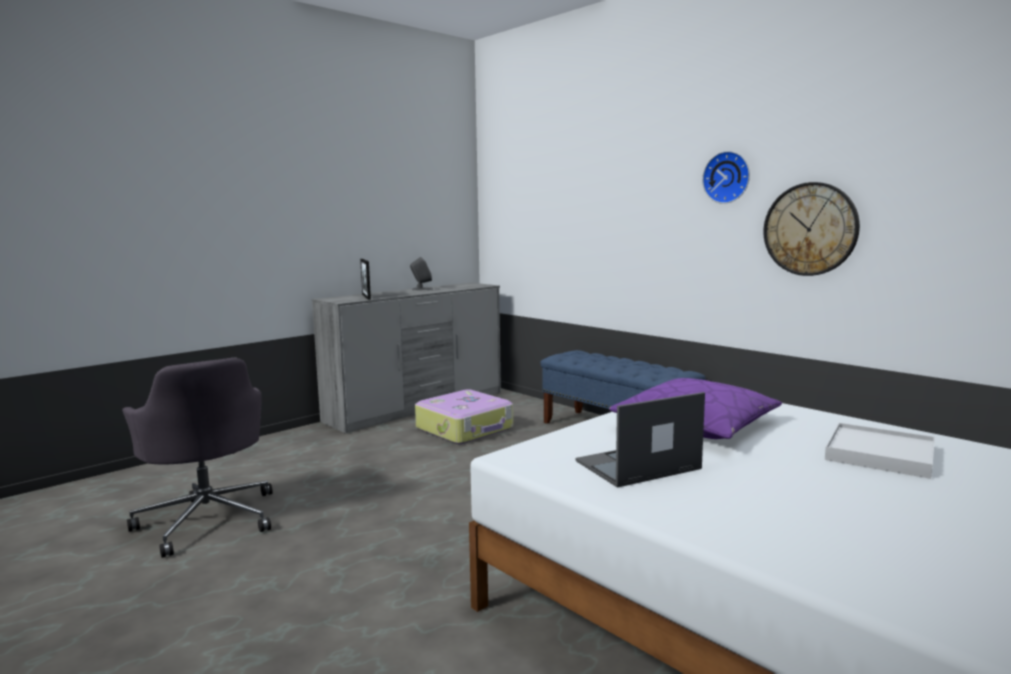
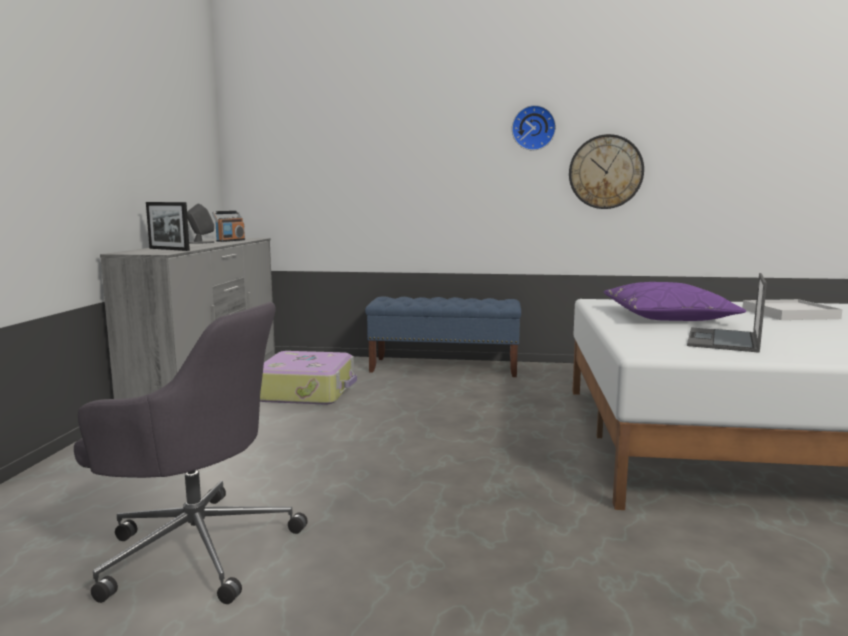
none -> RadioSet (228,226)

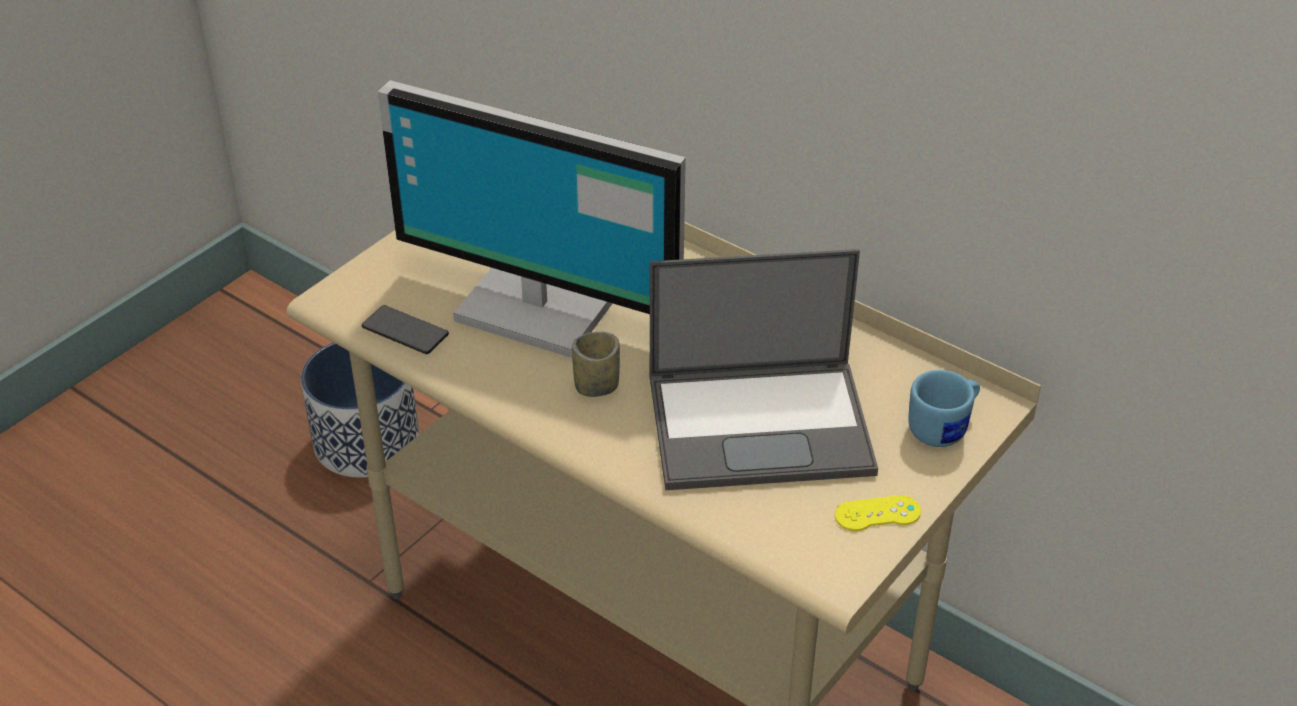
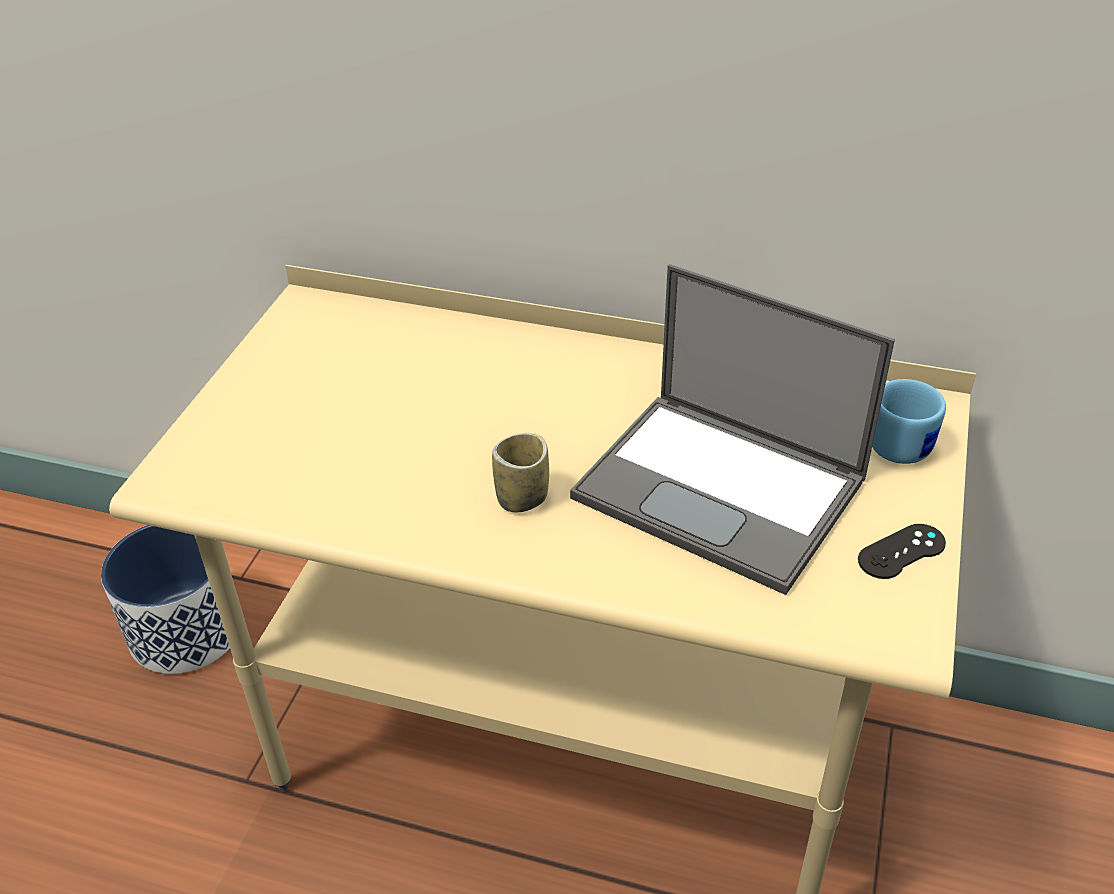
Handset (405,329) -> none
Monitor (532,219) -> none
NotebookComputer (764,369) -> NotebookComputer (732,429), 60 degrees clockwise
YellowishGamepad (878,513) -> BlackColouredGamepad (902,551)

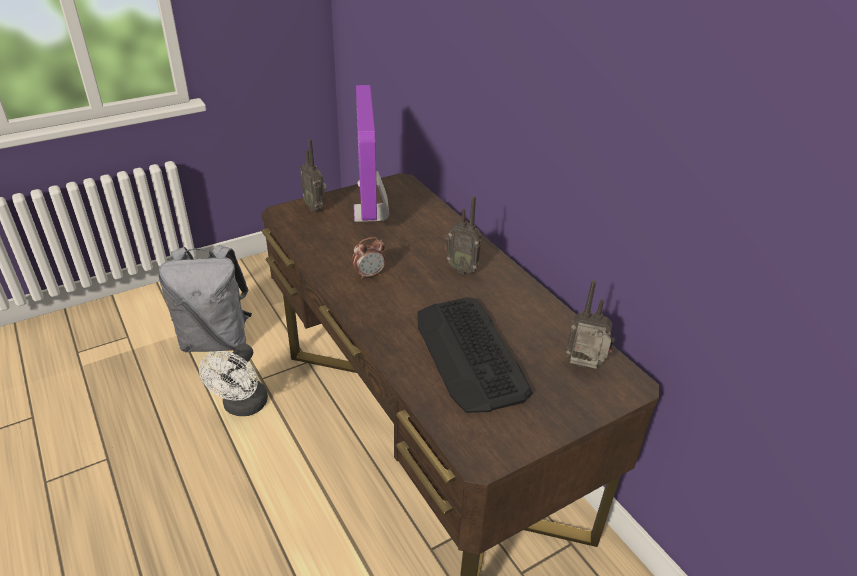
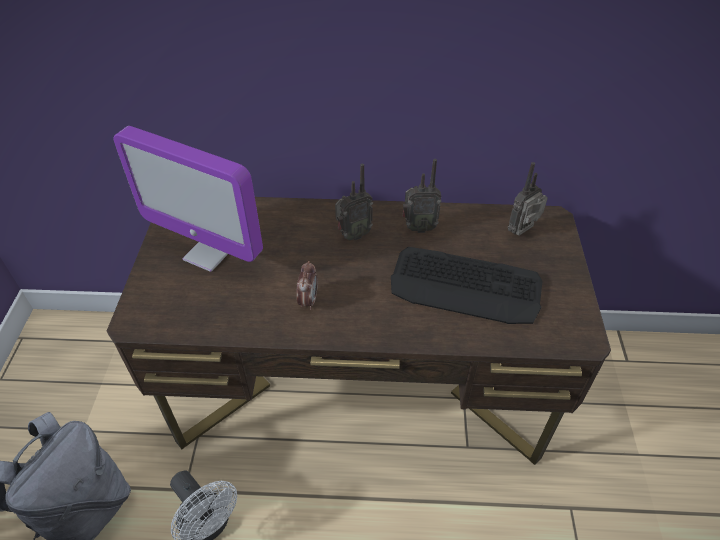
RadioSet (313,175) -> RadioSet (422,196), move

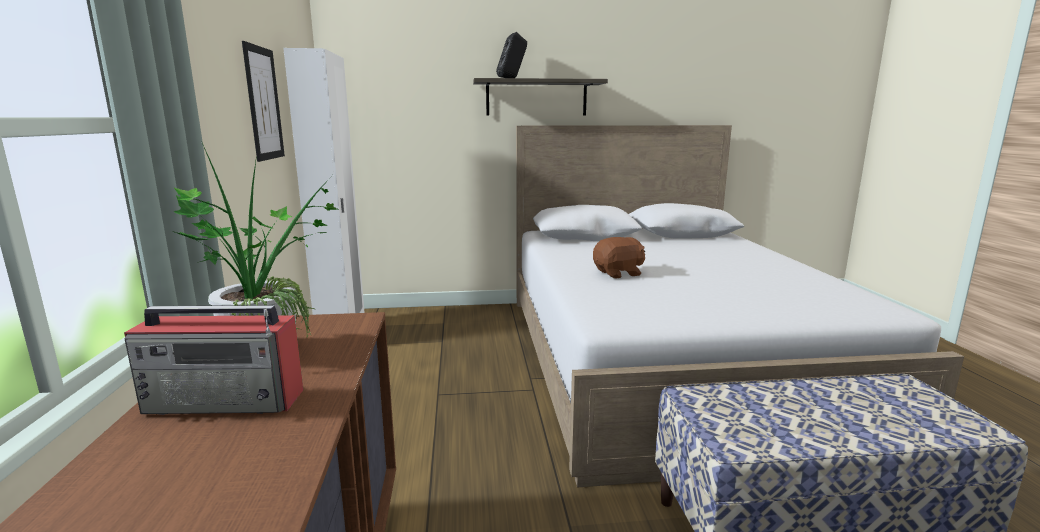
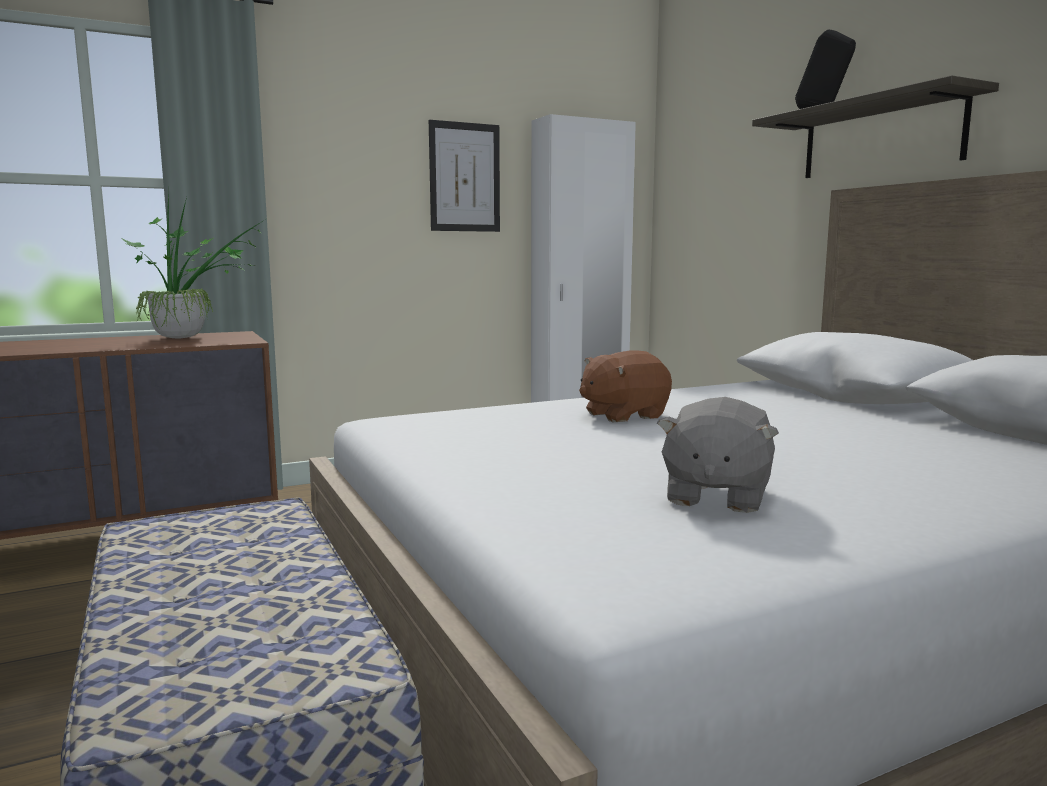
RadioSet (213,360) -> none
BrownSoftToy (619,258) -> BrownSoftToy (625,386), 105 degrees clockwise
none -> GraySoftToy (718,455)

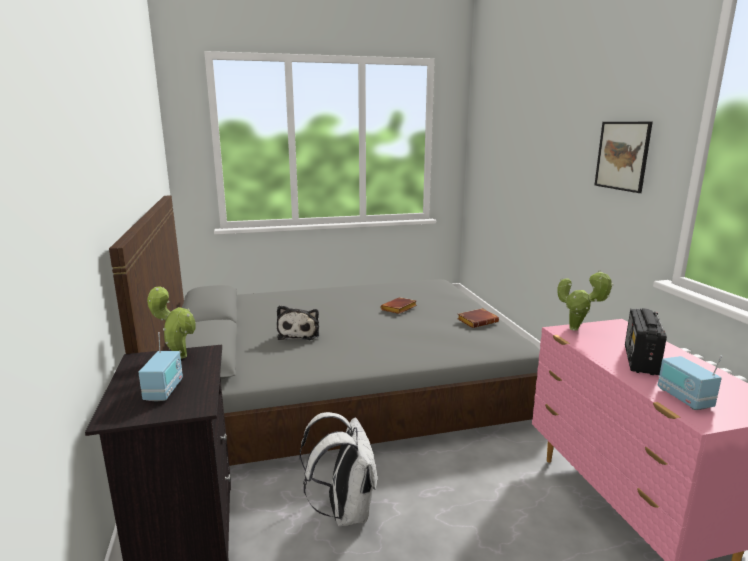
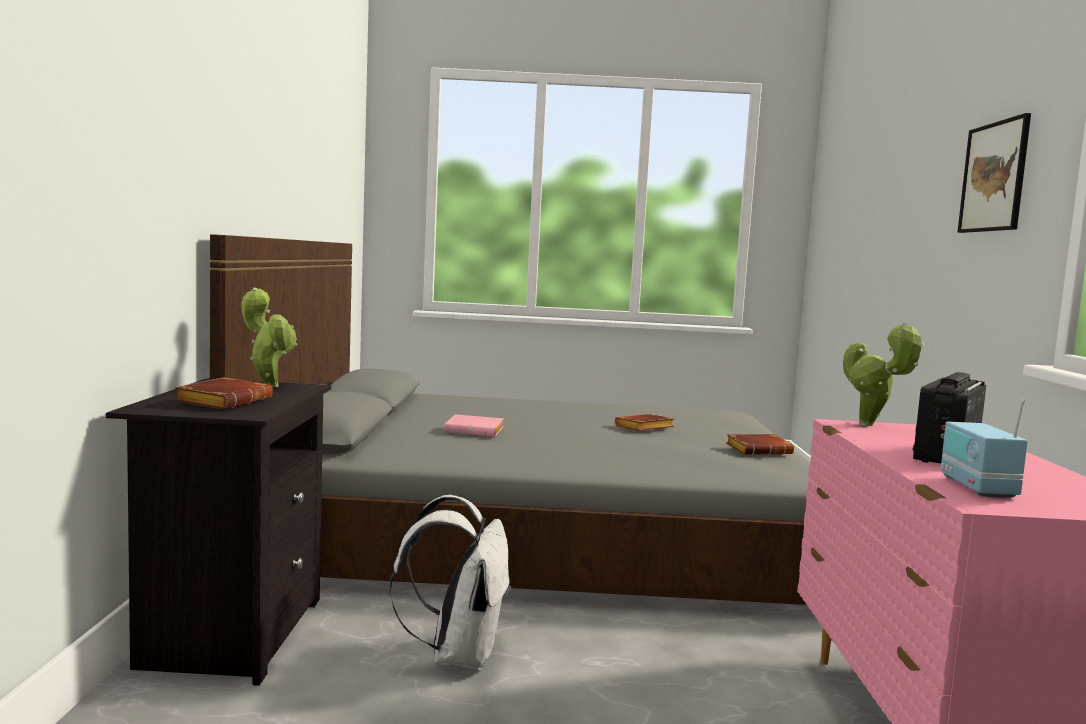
RadioSet (160,366) -> BrownBoundBook (224,393)
SoftToy (298,322) -> PinkishBoundBook (473,425)

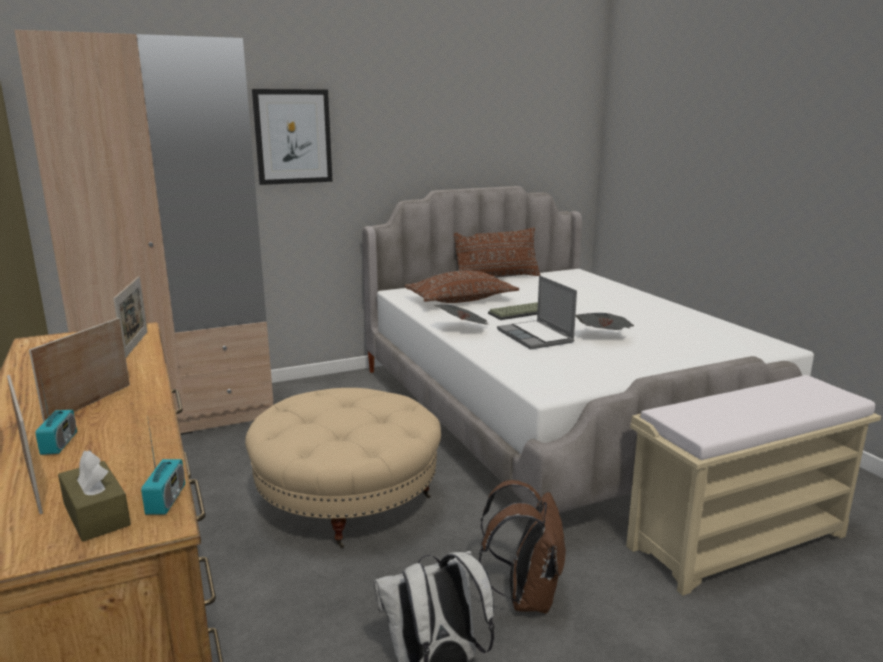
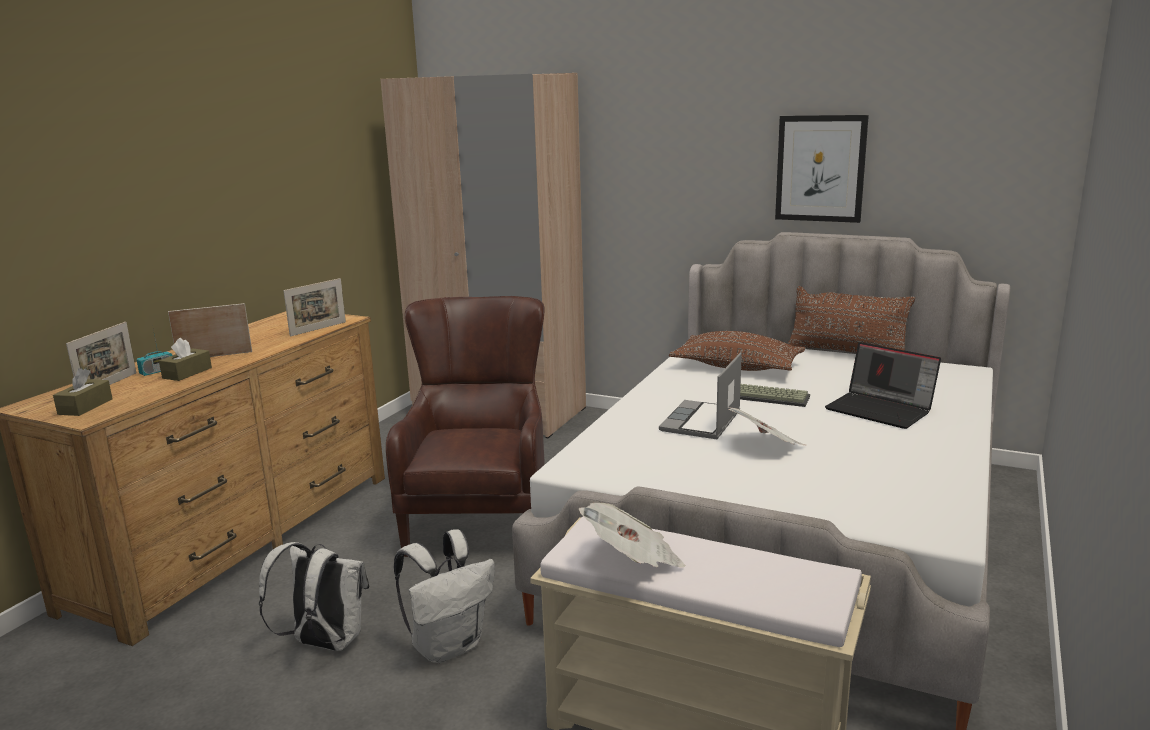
RadioSet (163,468) -> none
BeigeColouredPouffe (343,468) -> BrownEasyChair (465,426)
WallPicture (292,137) -> WallPicture (822,169), move
DailyPaper (461,314) -> DailyPaper (632,535), move
BrownRucksack (522,547) -> WhiteRucksack (444,596)
none -> BrownTissueHolder (185,359)
none -> NotebookComputer (883,385)

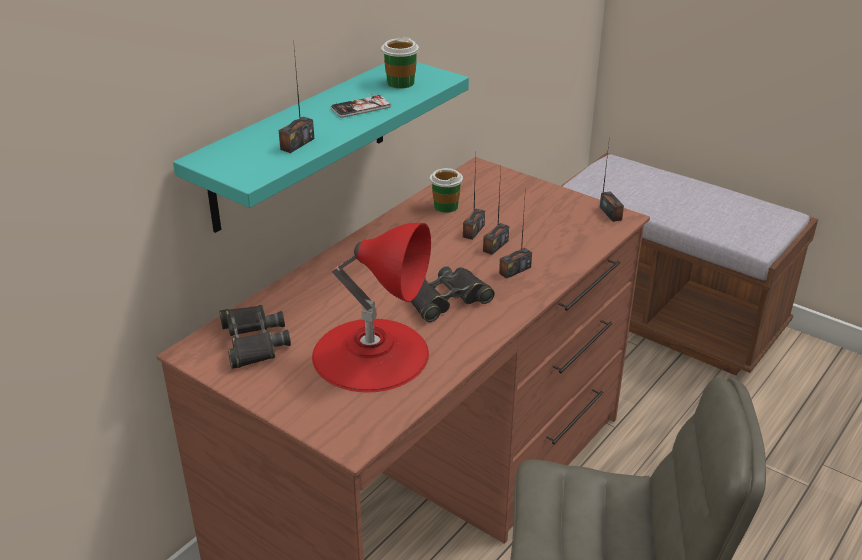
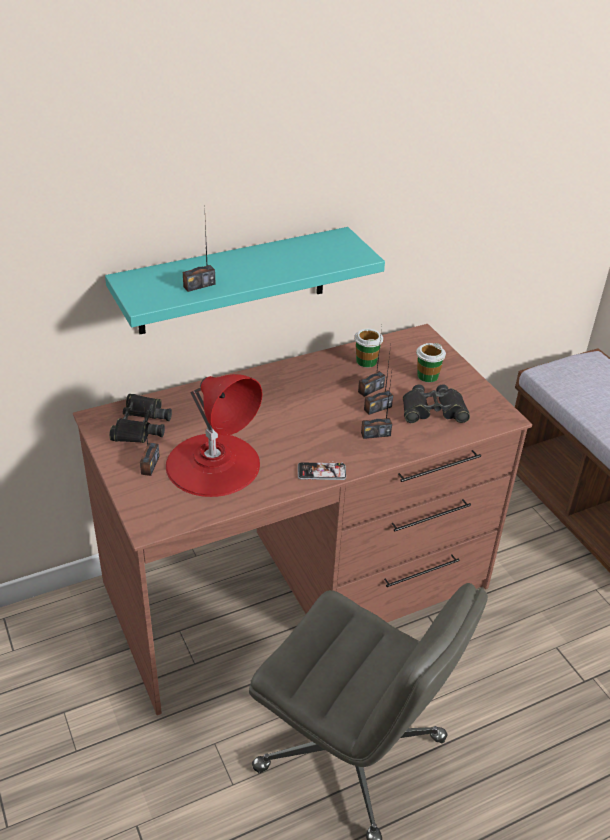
Handset (360,105) -> Handset (322,471), move
DrinkingCup (400,62) -> DrinkingCup (431,362), move
BlackColouredPairOfBinoculars (453,294) -> BlackColouredPairOfBinoculars (436,403), move
RadioSet (612,179) -> RadioSet (150,439), move

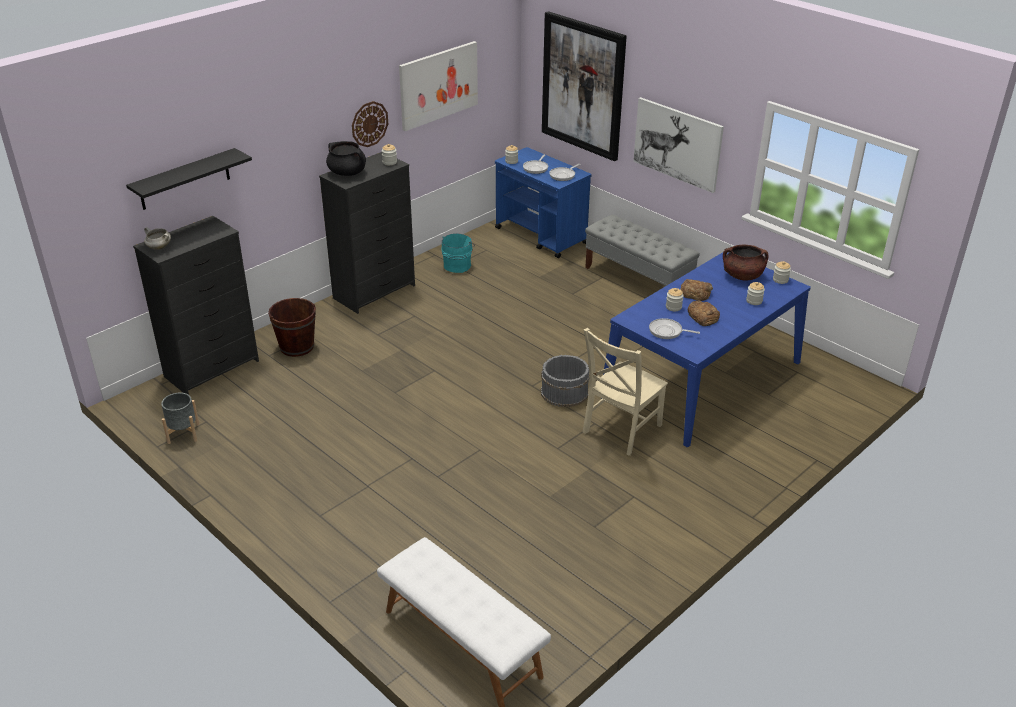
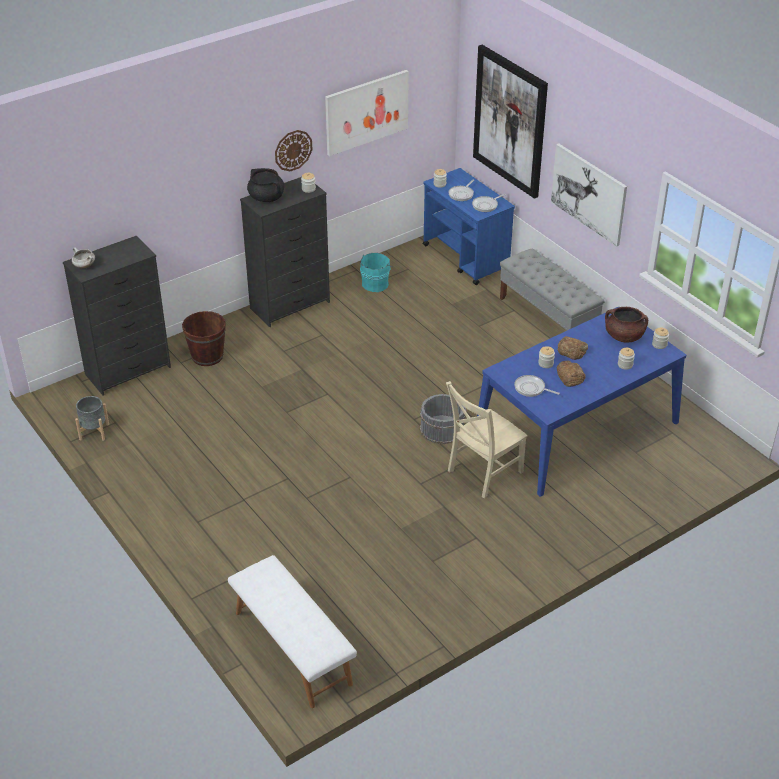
BlackColouredShelf (189,179) -> none

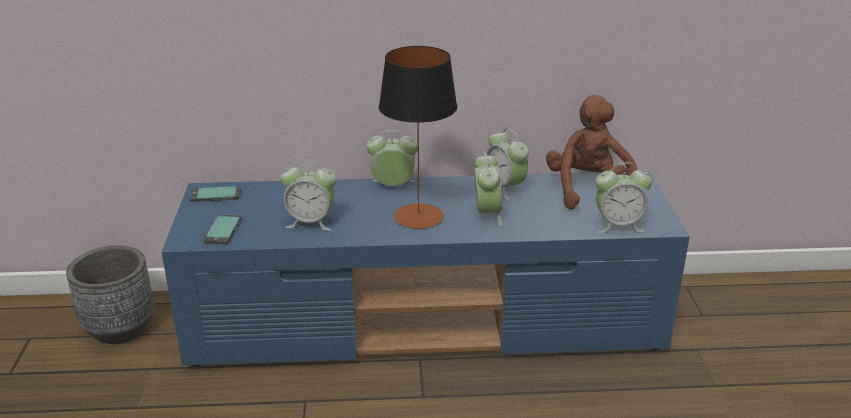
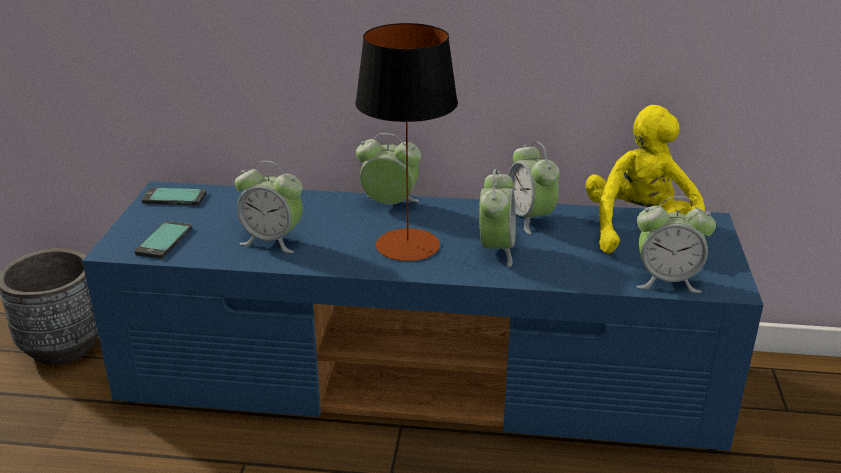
BrownSoftToy (591,152) -> YellowishSoftToy (645,179)

